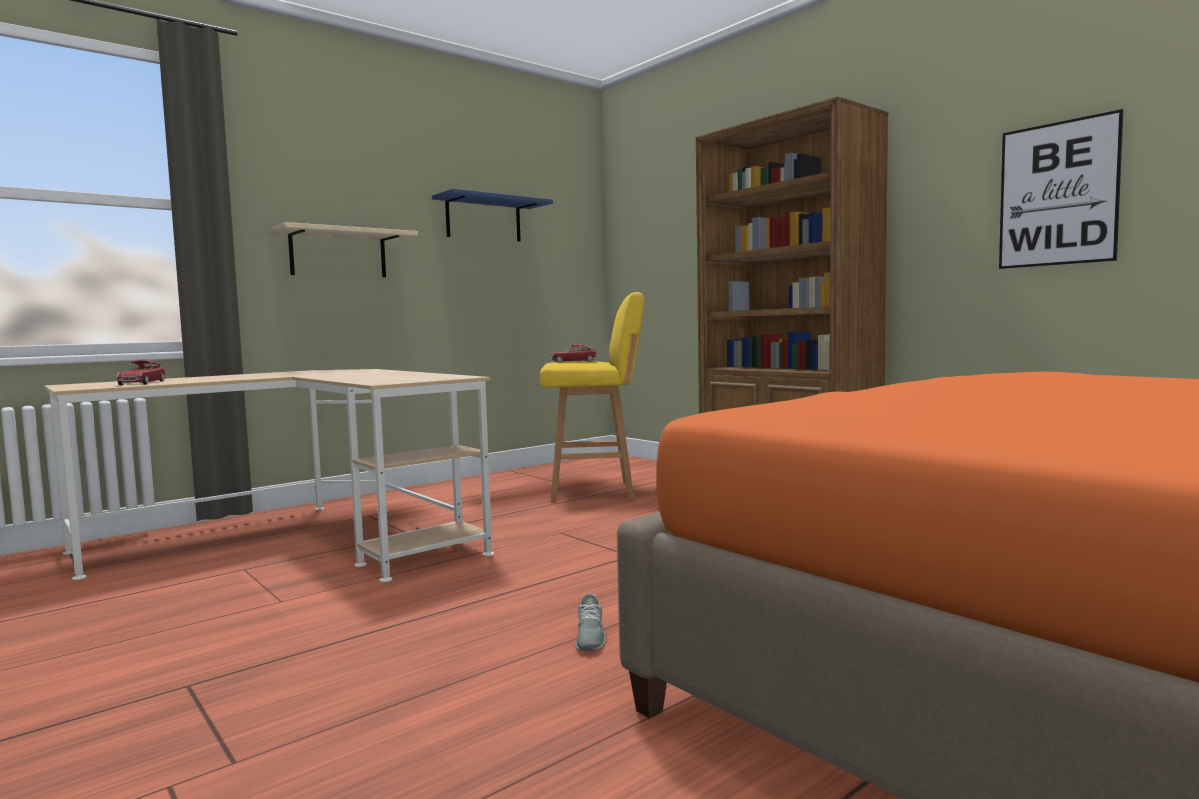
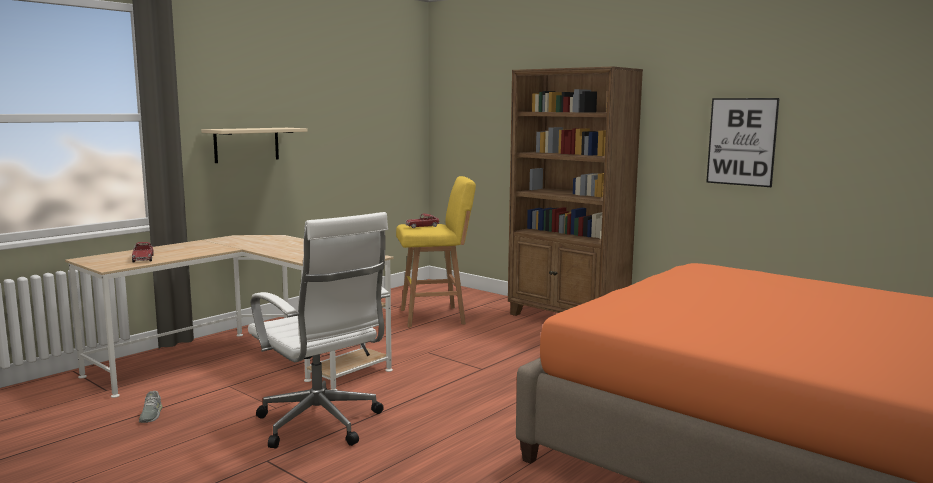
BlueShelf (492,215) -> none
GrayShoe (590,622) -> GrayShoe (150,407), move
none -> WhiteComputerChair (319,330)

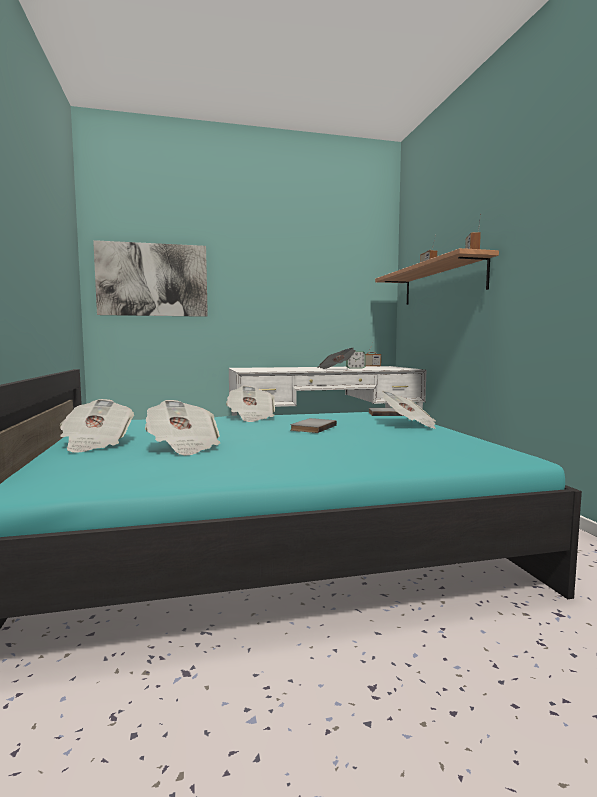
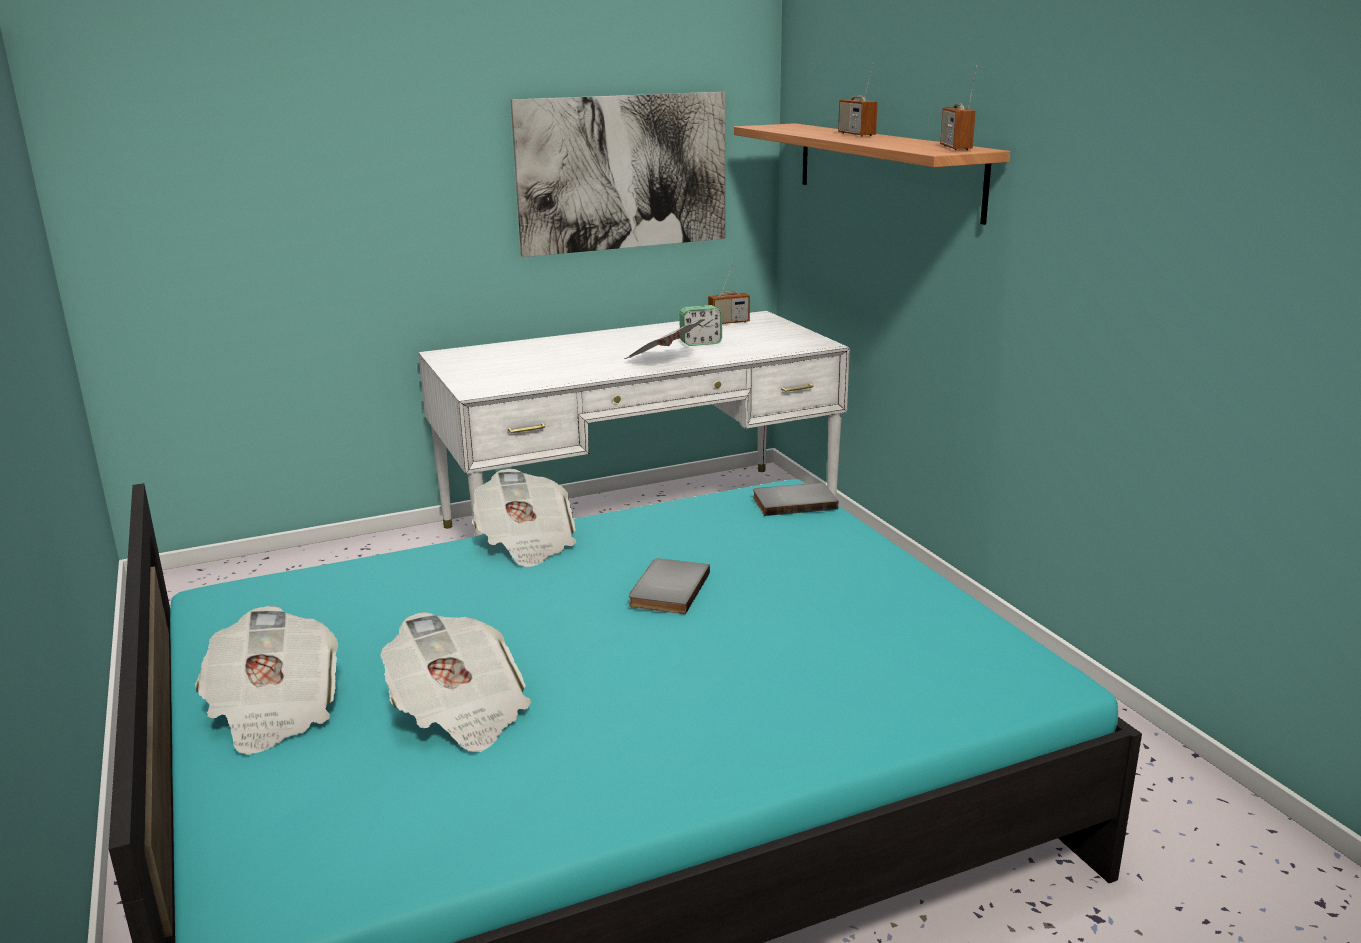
WallPicture (150,278) -> WallPicture (618,174), move
DailyPaper (409,410) -> none

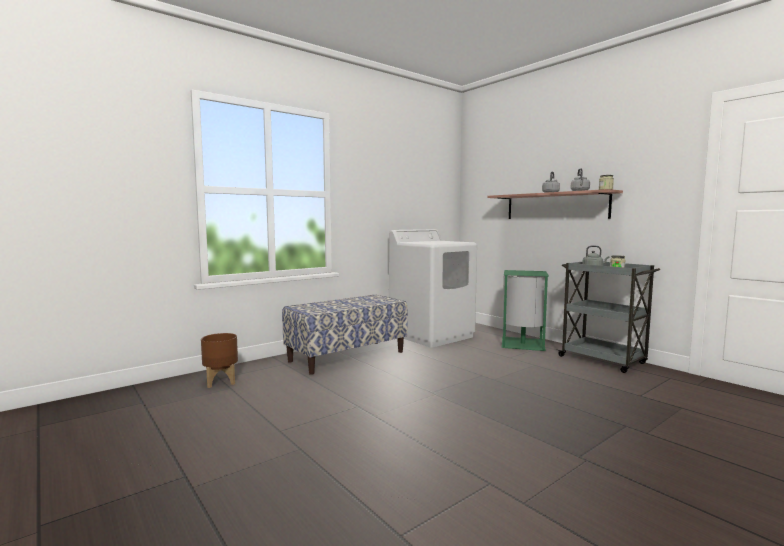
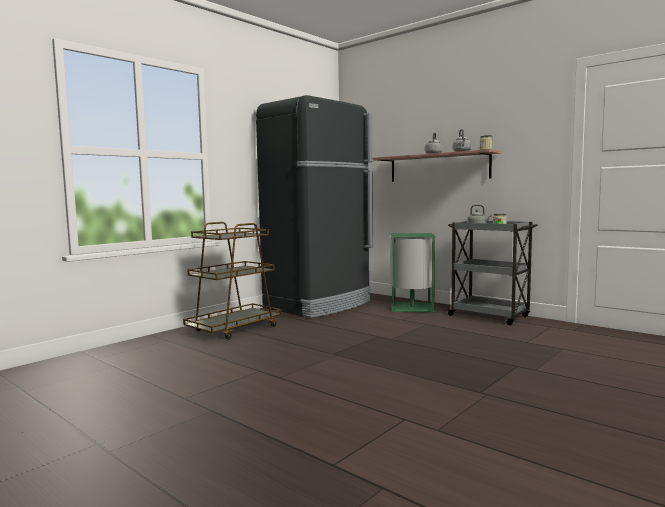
BrownFlowerPot (219,360) -> none
IndoorBench (345,335) -> BrownCart (232,281)
WhiteLaundryAppliance (433,288) -> BlackColouredRefrigerator (314,206)

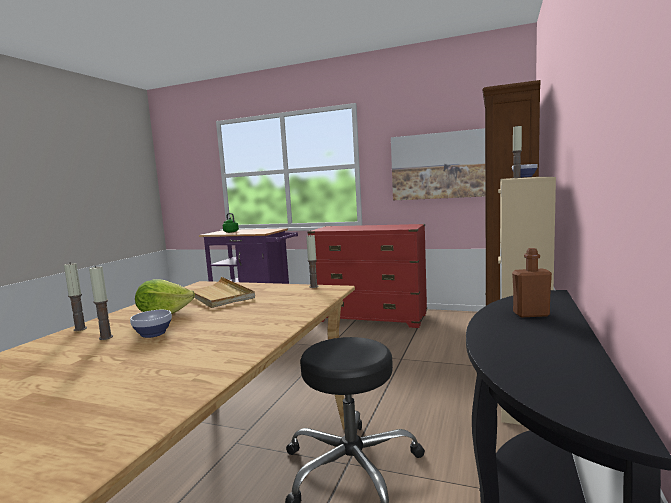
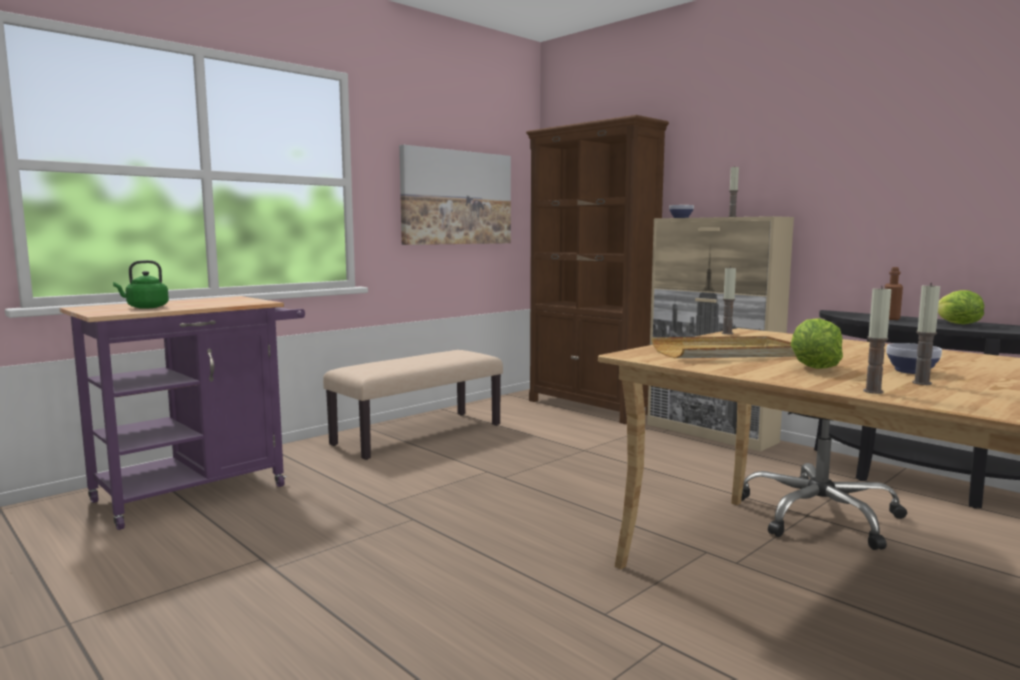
RedChestOfDrawers (367,276) -> BeigeColouredIndoorBench (413,405)
none -> HeadOfLettuce (961,307)

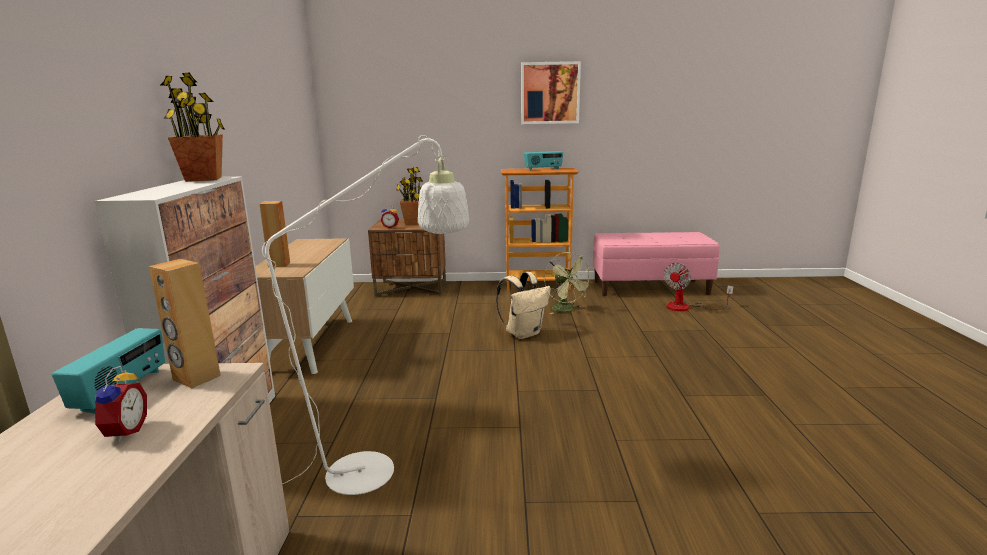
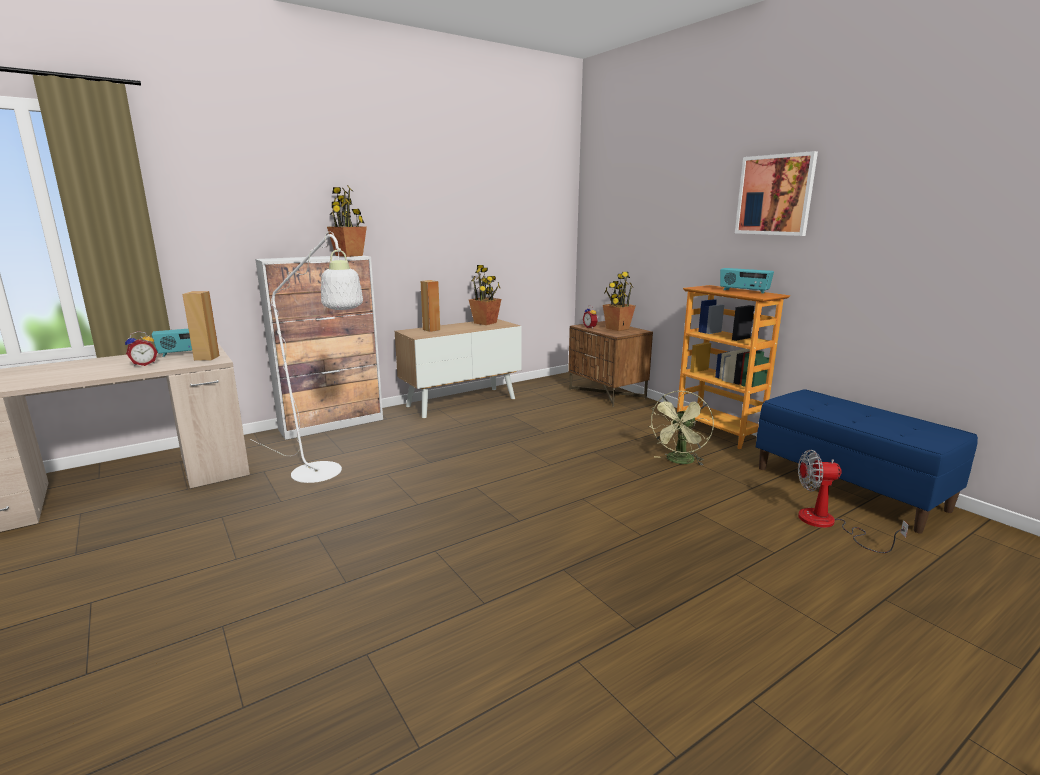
BeigeColouredRucksack (523,305) -> none
PinkishIndoorBench (656,264) -> BlueIndoorBench (867,461)
none -> PottedPlant (485,295)

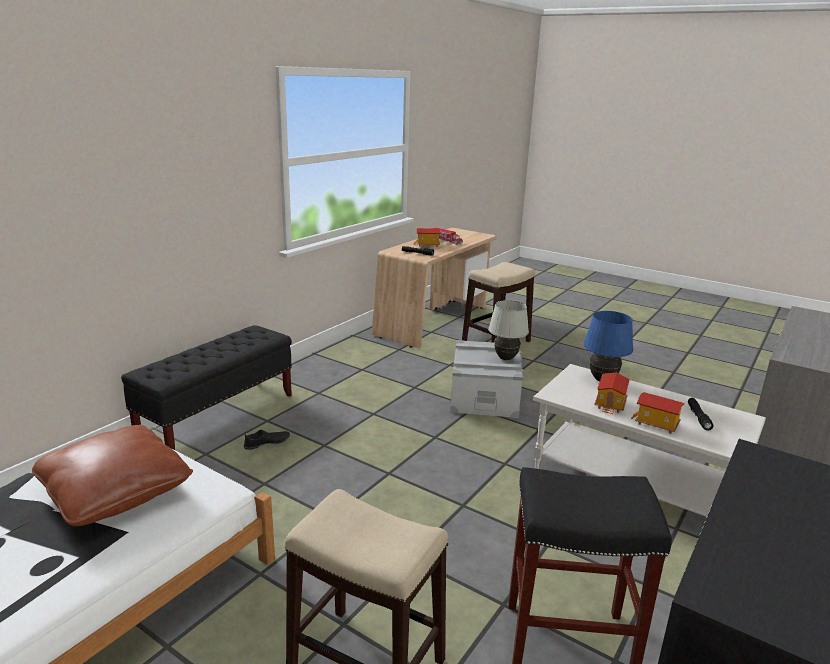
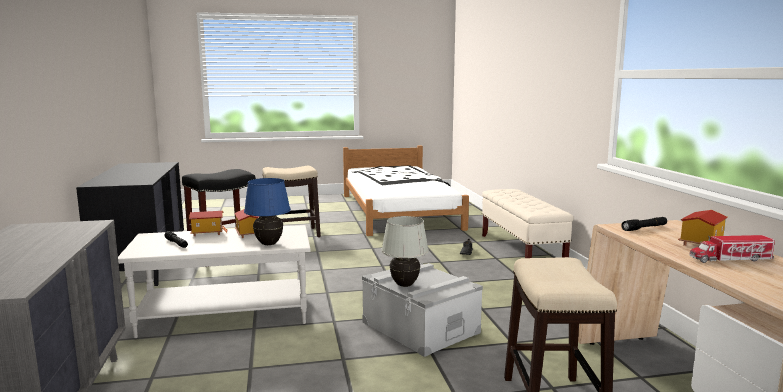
BrownThrowPillow (112,475) -> none
BlackColouredIndoorBench (206,387) -> BeigeColouredIndoorBench (528,223)

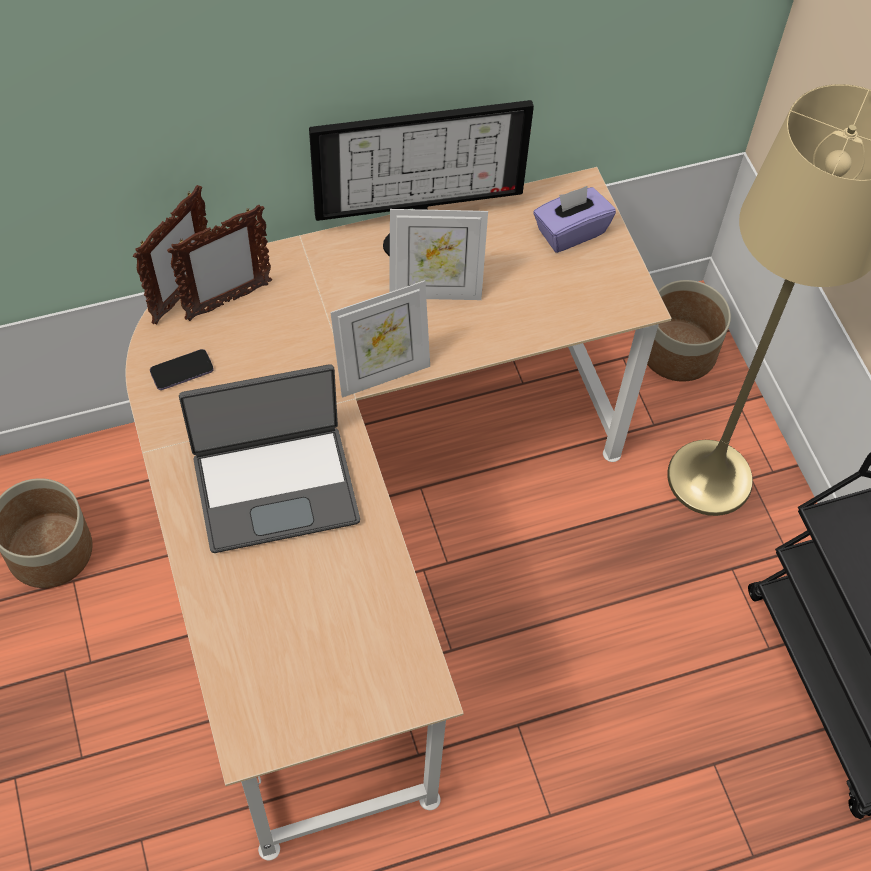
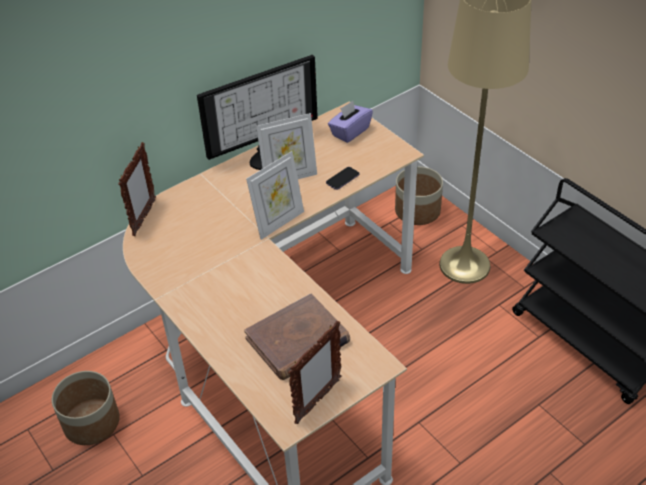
Handset (182,369) -> Handset (342,178), move
StandingFrame (219,263) -> StandingFrame (314,372), move
NotebookComputer (269,458) -> none
none -> BrownBoundBook (297,337)

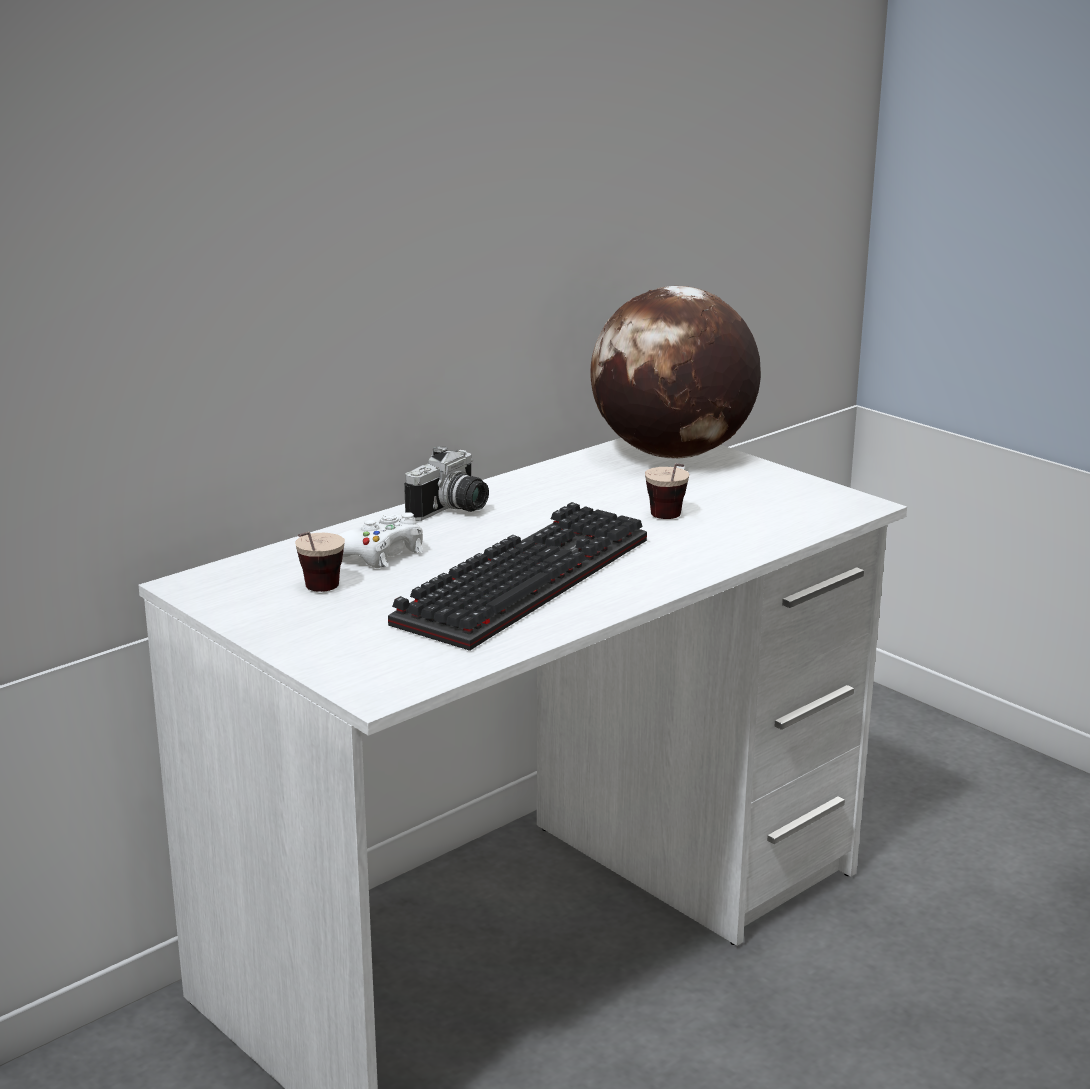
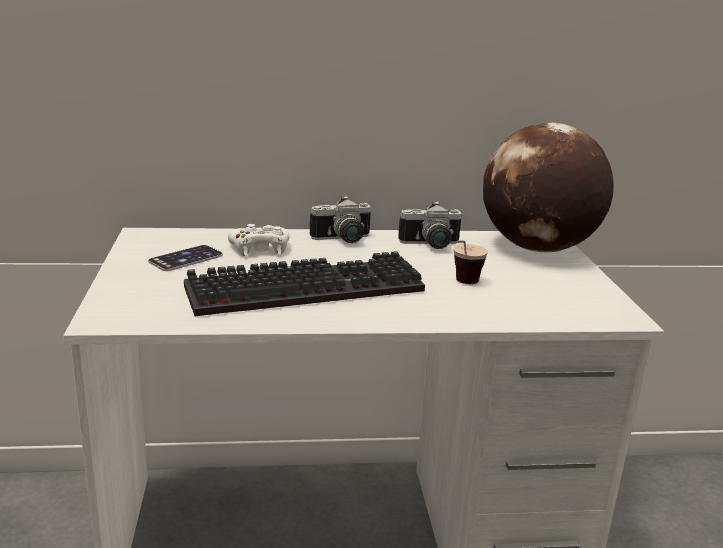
DrinkingCup (320,561) -> Handset (185,258)
none -> StillCamera (430,225)

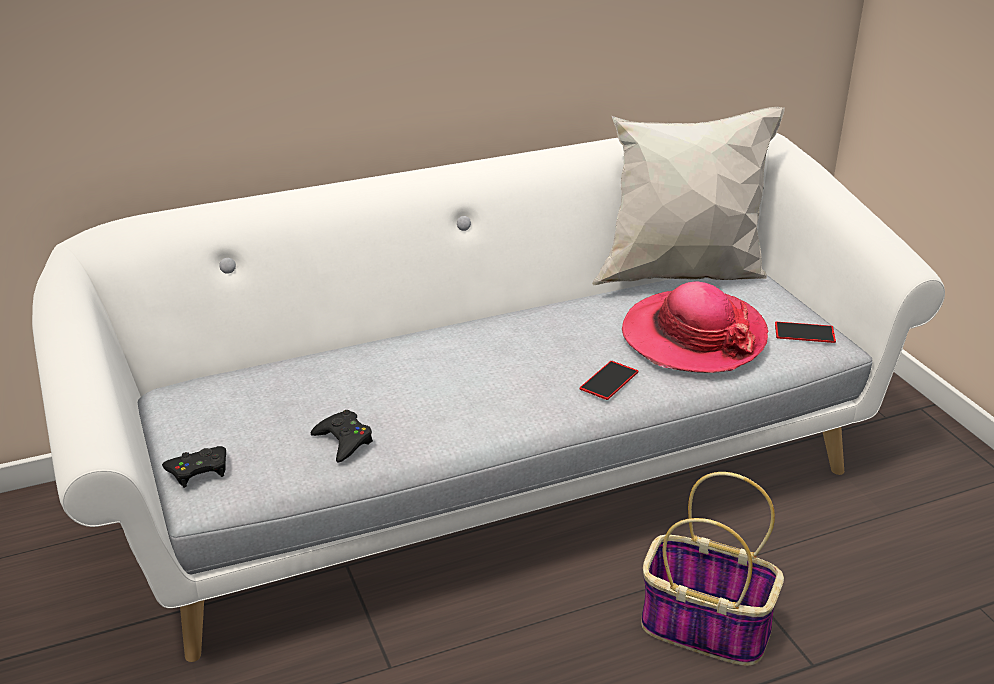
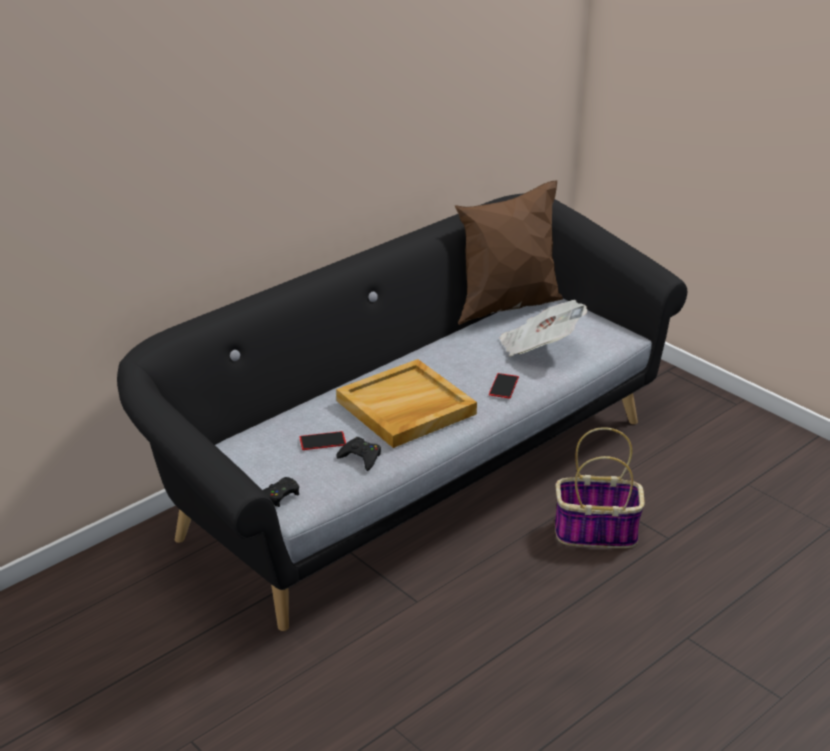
WhiteSettee (488,397) -> BlackColouredSettee (402,412)
WhiteThrowPillow (688,196) -> BrownThrowPillow (509,253)
WearableHat (695,327) -> DailyPaper (543,328)
Handset (805,332) -> Handset (322,440), move
none -> BeigeColouredServingTray (406,403)

